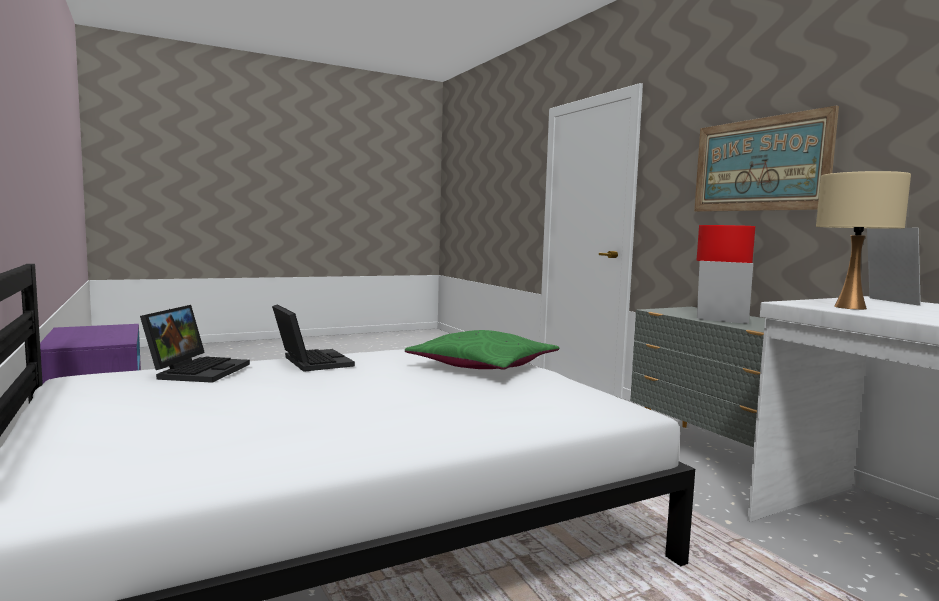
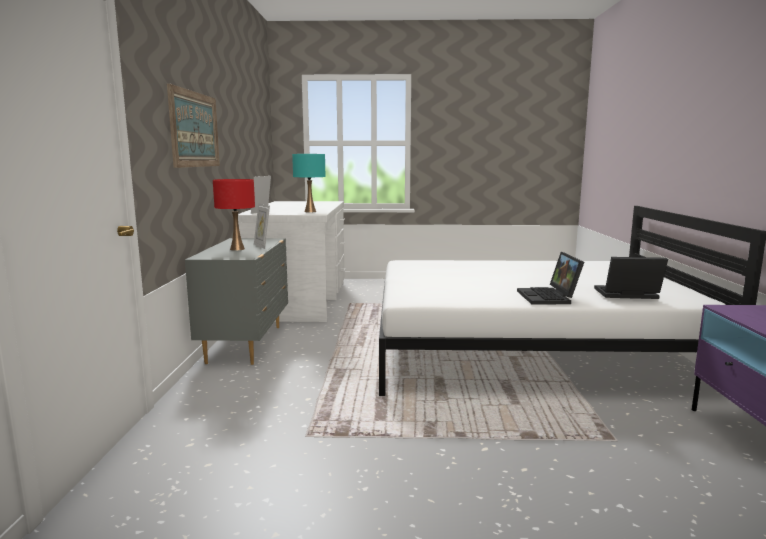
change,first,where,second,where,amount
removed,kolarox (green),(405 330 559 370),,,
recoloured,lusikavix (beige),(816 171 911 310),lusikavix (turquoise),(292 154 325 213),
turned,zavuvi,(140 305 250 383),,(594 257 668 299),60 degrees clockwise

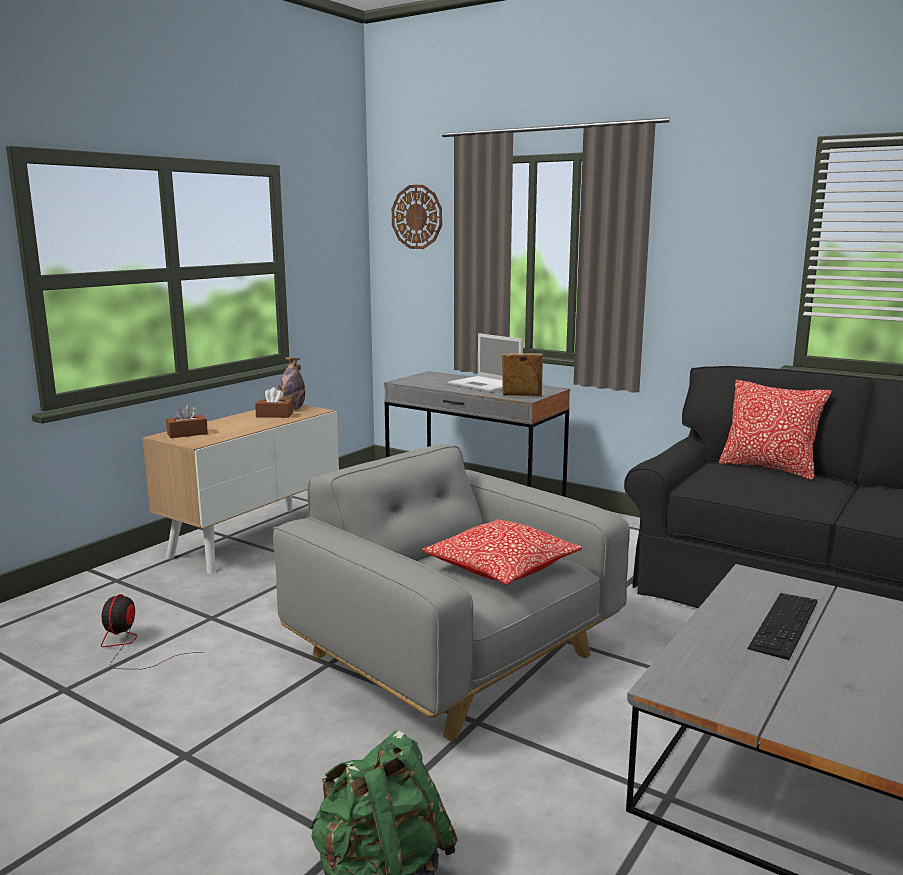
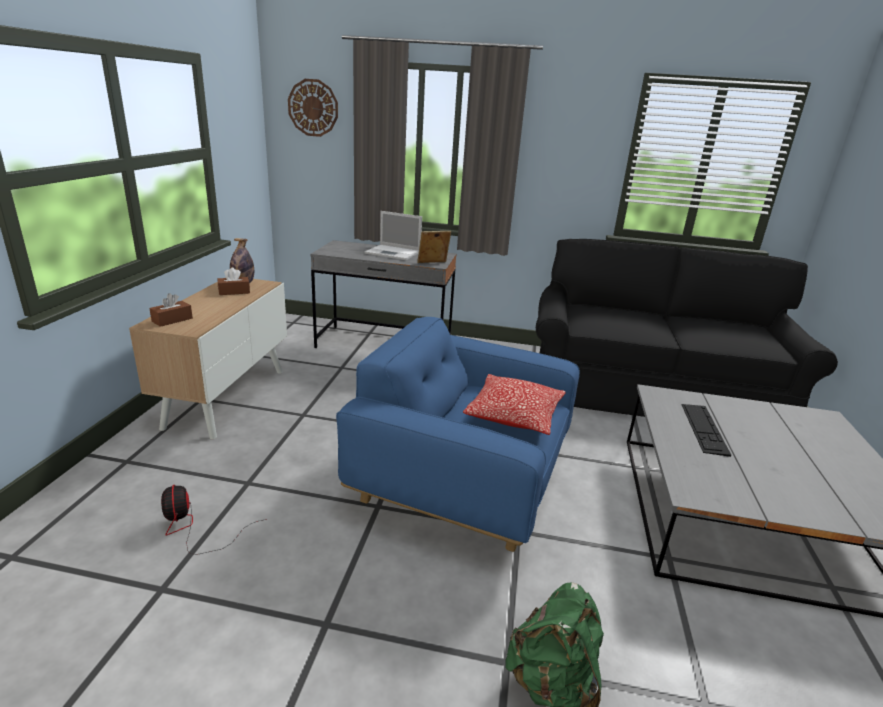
change,first,where,second,where,amount
removed,kolarox,(719 380 832 480),,,
recoloured,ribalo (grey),(273 444 630 741),ribalo (blue),(336 317 580 552),

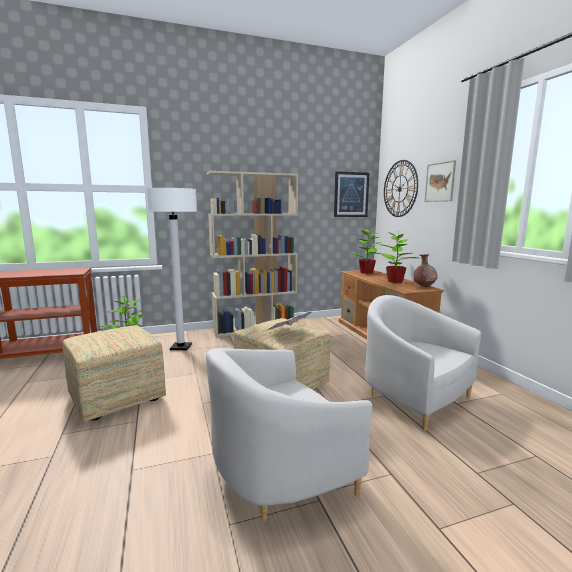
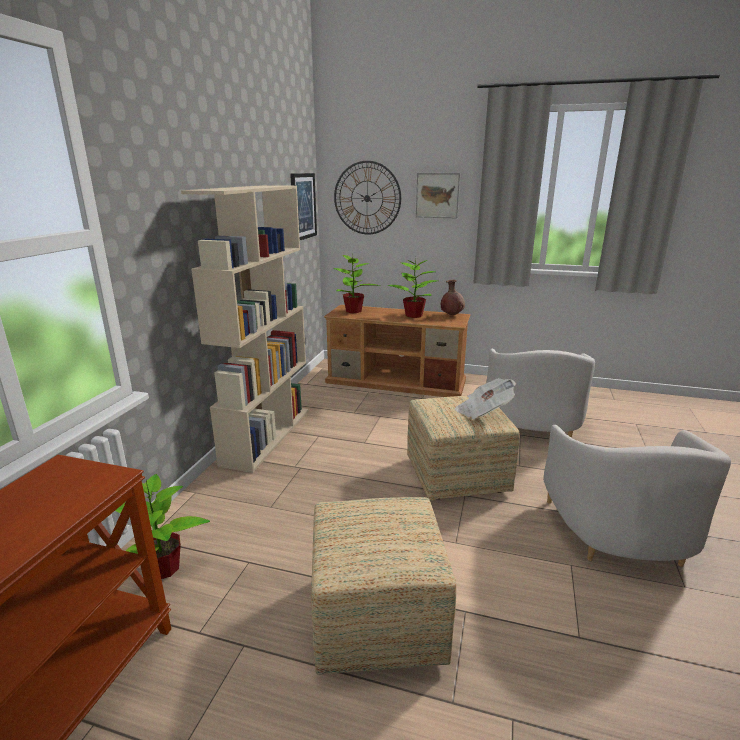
change,first,where,second,where,amount
removed,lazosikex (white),(146 188 197 350),,,
turned,ribalo (white),(365 295 481 431),,(486 349 595 438),75 degrees counterclockwise

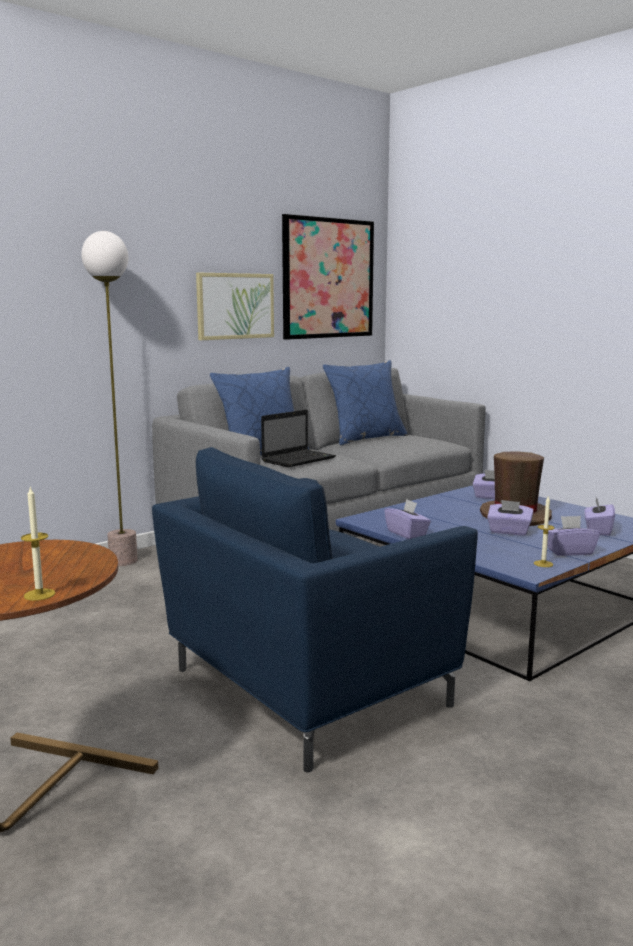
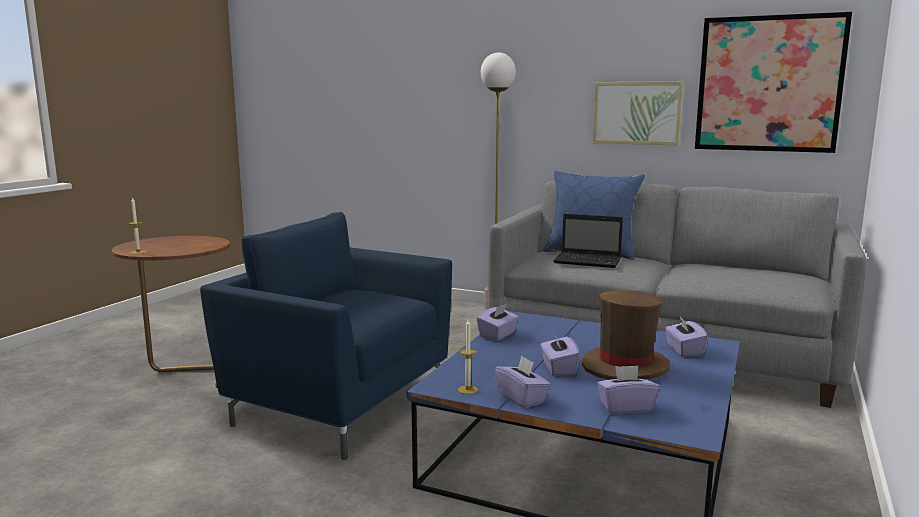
change,first,where,second,where,amount
removed,kolarox (blue),(323 360 408 445),,,

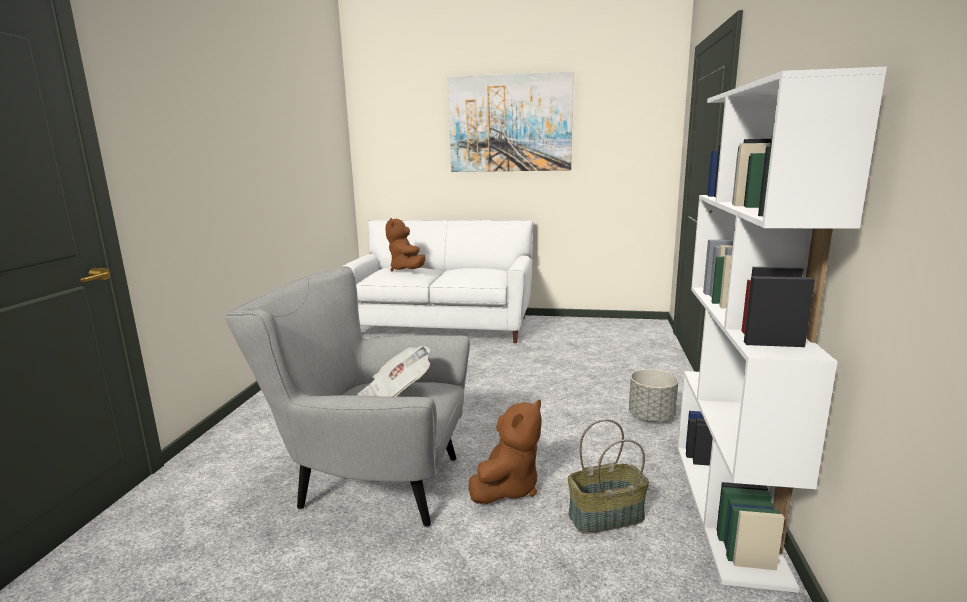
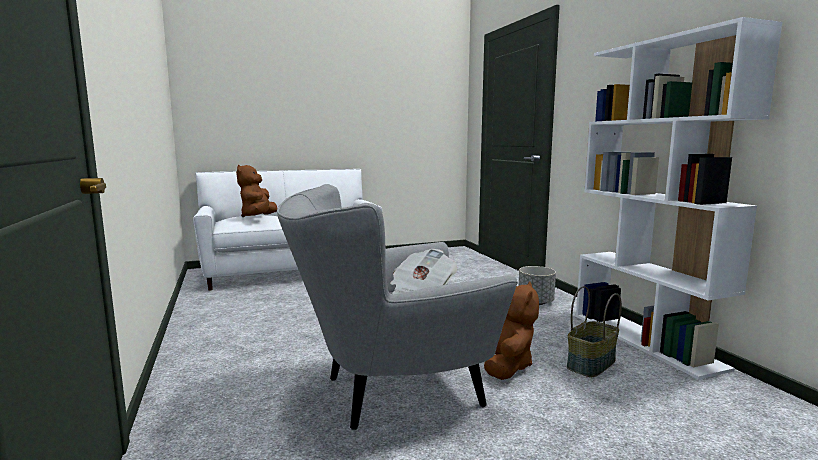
change,first,where,second,where,amount
removed,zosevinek,(448 71 573 172),,,
turned,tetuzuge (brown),(386 218 426 272),,(236 165 277 217),45 degrees clockwise

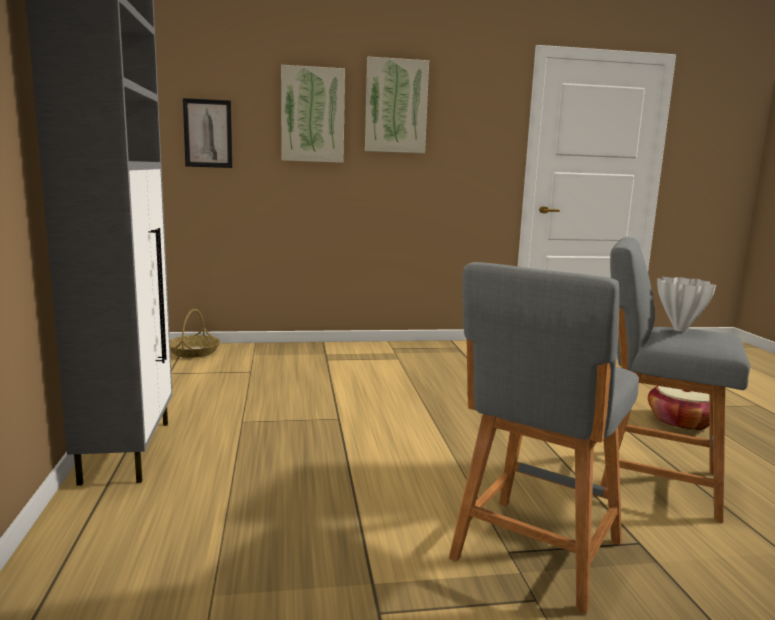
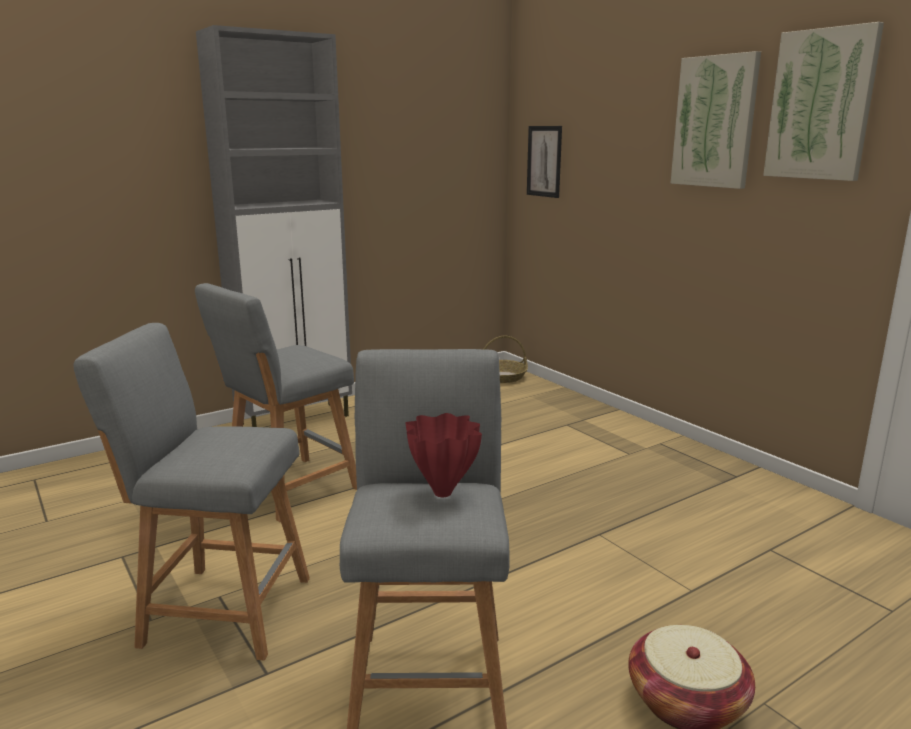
change,first,where,second,where,amount
added,,,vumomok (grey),(195 283 357 522),
moved,zosevinek,(281 65 345 163),,(763 22 884 181),
recoloured,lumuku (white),(657 277 716 332),lumuku (red),(406 413 482 497),

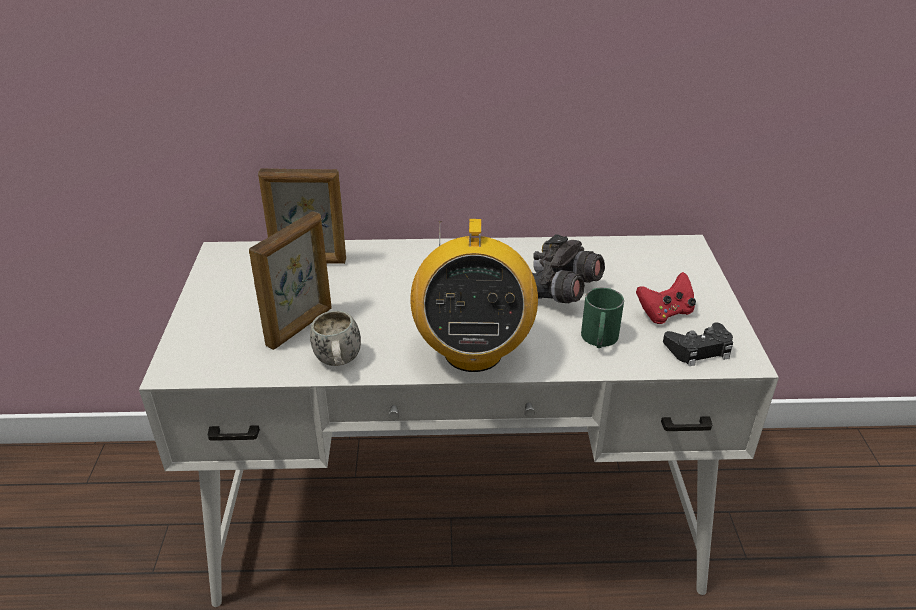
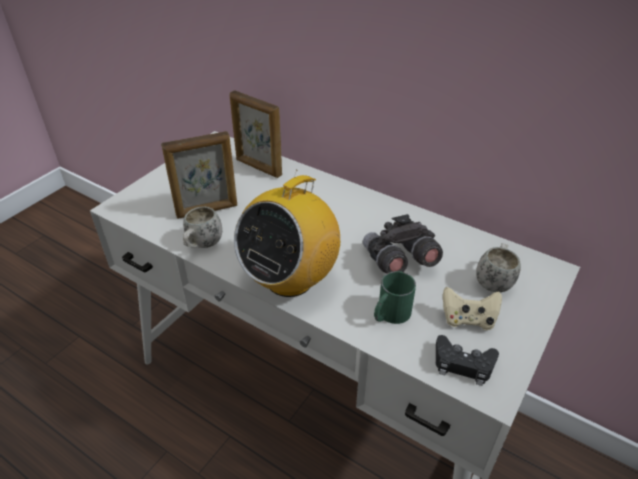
change,first,where,second,where,amount
added,,,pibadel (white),(476 243 521 292),
recoloured,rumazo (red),(636 272 696 324),rumazo (beige),(443 287 502 330),

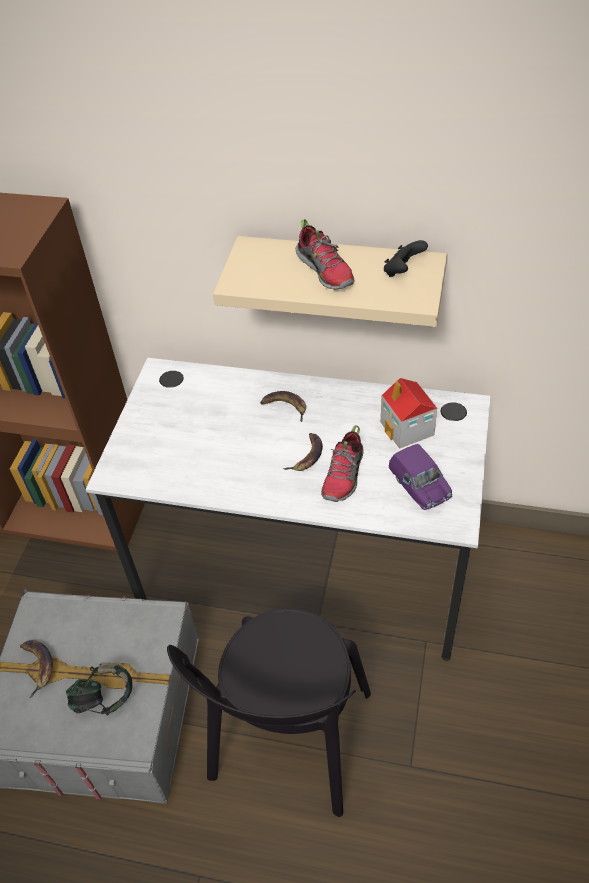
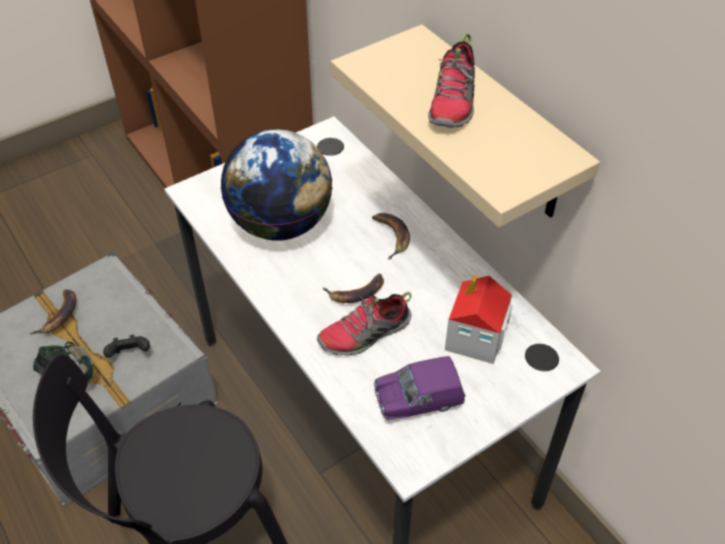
change,first,where,second,where,amount
added,,,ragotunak,(221 129 332 241),
moved,rumazo (black),(384 240 428 277),,(103 335 150 358),
turned,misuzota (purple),(389 444 452 510),,(374 356 465 420),60 degrees clockwise

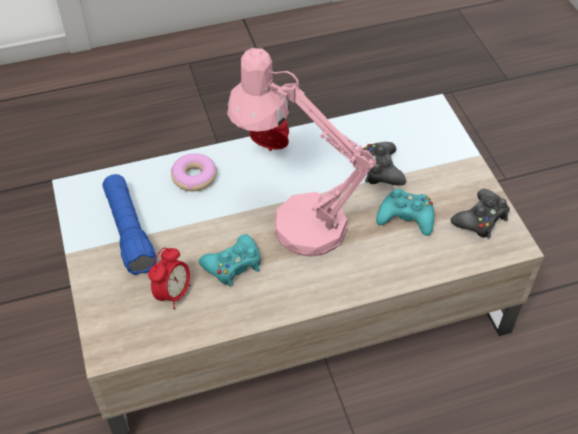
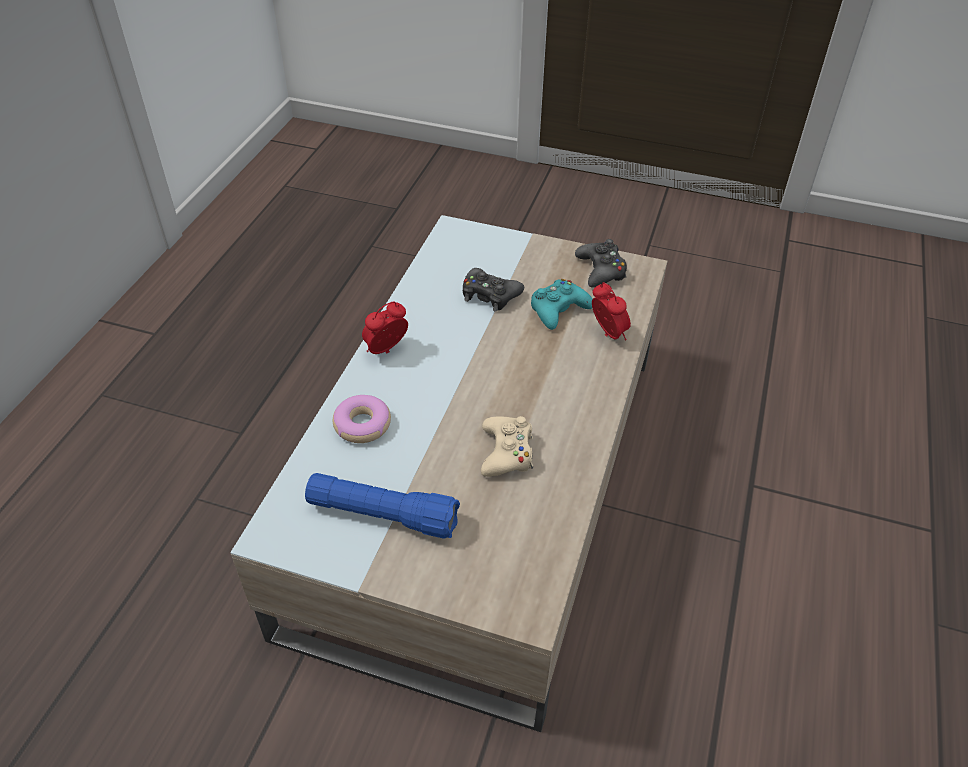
change,first,where,second,where,amount
removed,lusikavix (pink),(227 48 376 257),,,
moved,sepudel,(148 247 190 309),,(592 282 631 340),
recoloured,rumazo (turquoise),(199 234 261 287),rumazo (beige),(481 416 533 477),

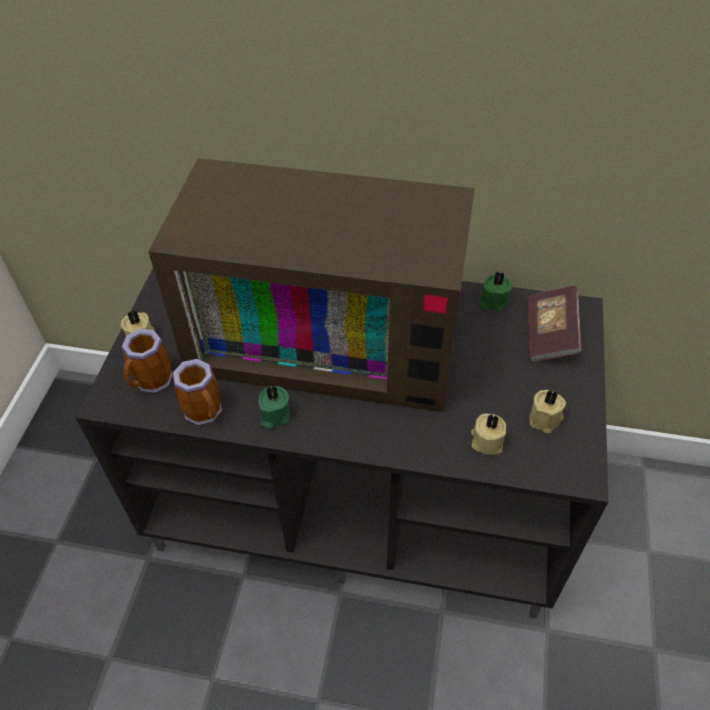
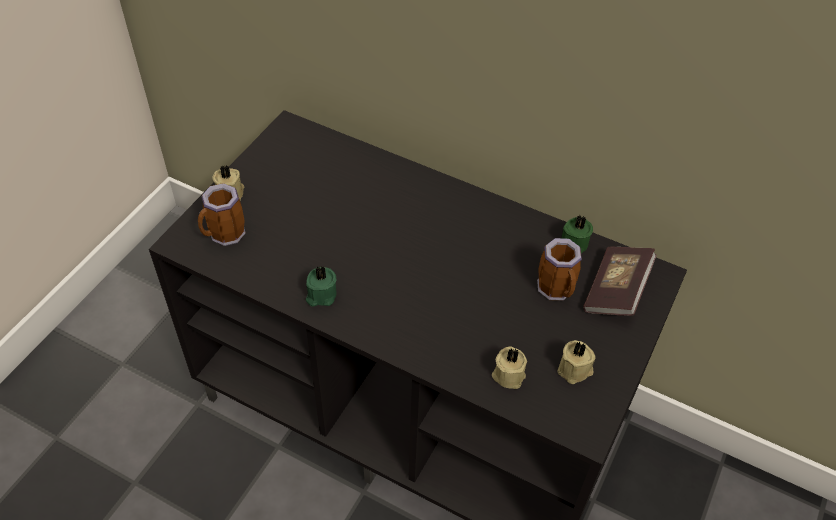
change,first,where,second,where,amount
removed,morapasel,(148 158 475 412),,,
moved,pibadel,(172 359 222 425),,(537 238 582 301),

